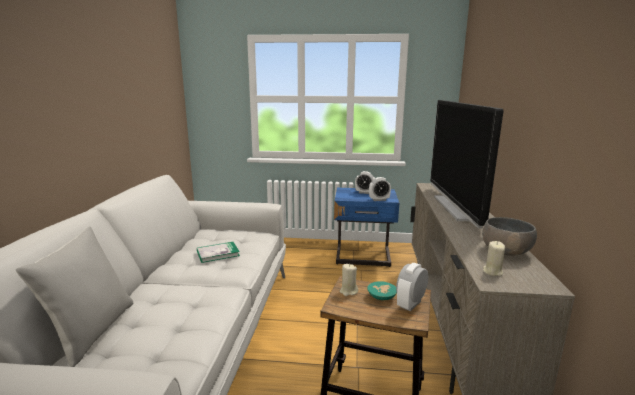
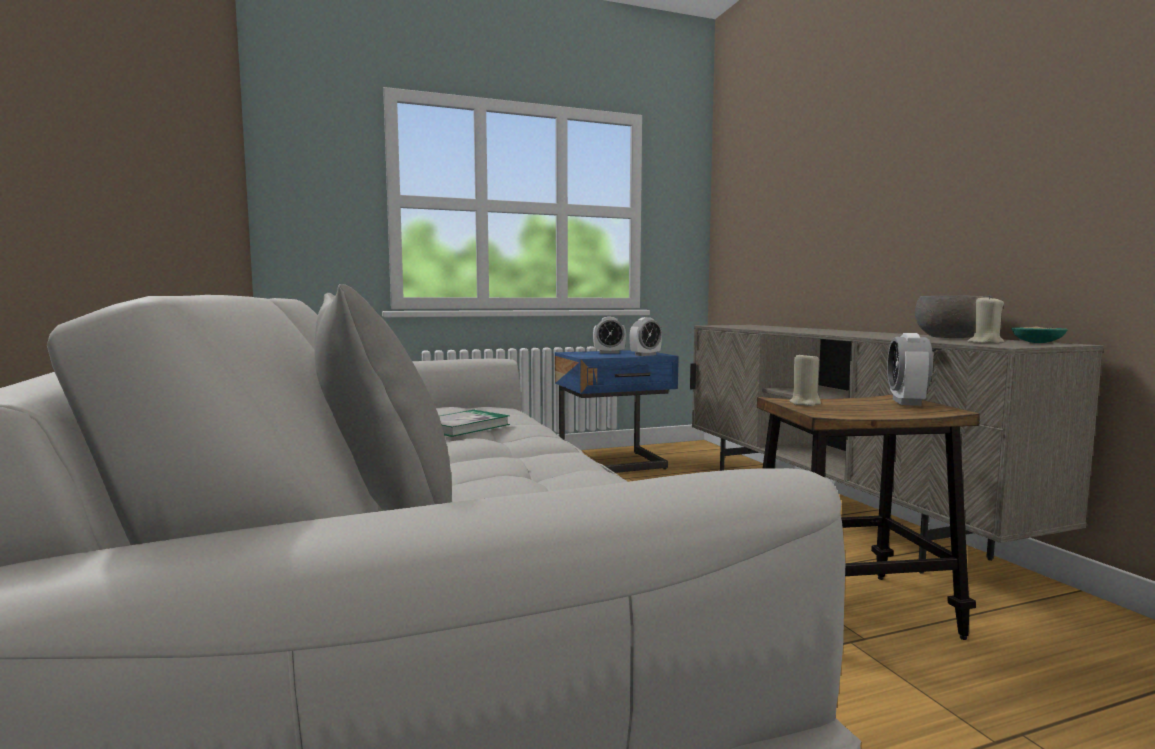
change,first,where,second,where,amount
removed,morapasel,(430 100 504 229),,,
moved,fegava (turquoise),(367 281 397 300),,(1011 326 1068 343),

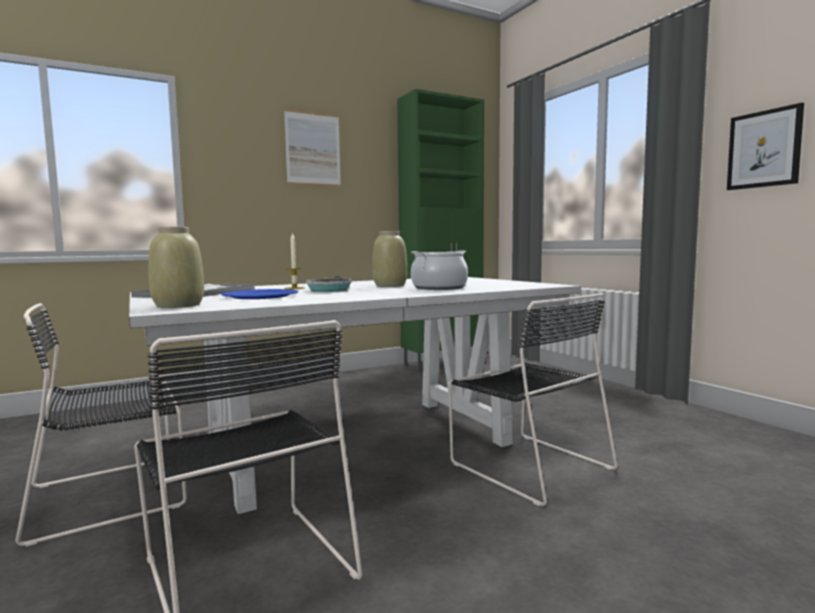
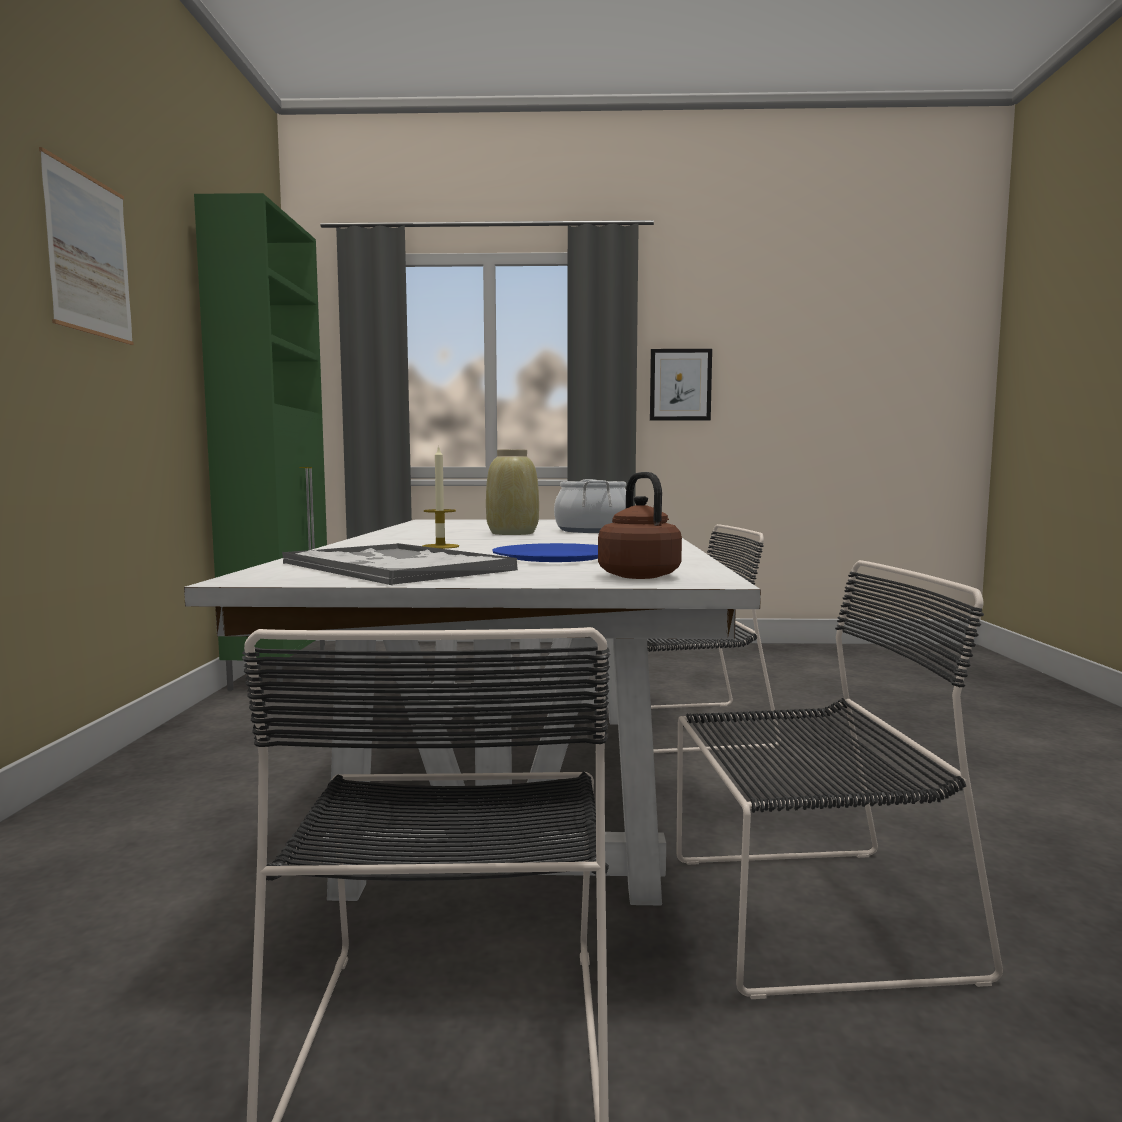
change,first,where,second,where,amount
removed,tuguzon,(306 276 352 292),,,
replaced,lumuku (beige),(148 227 204 308),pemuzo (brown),(598 472 682 579),

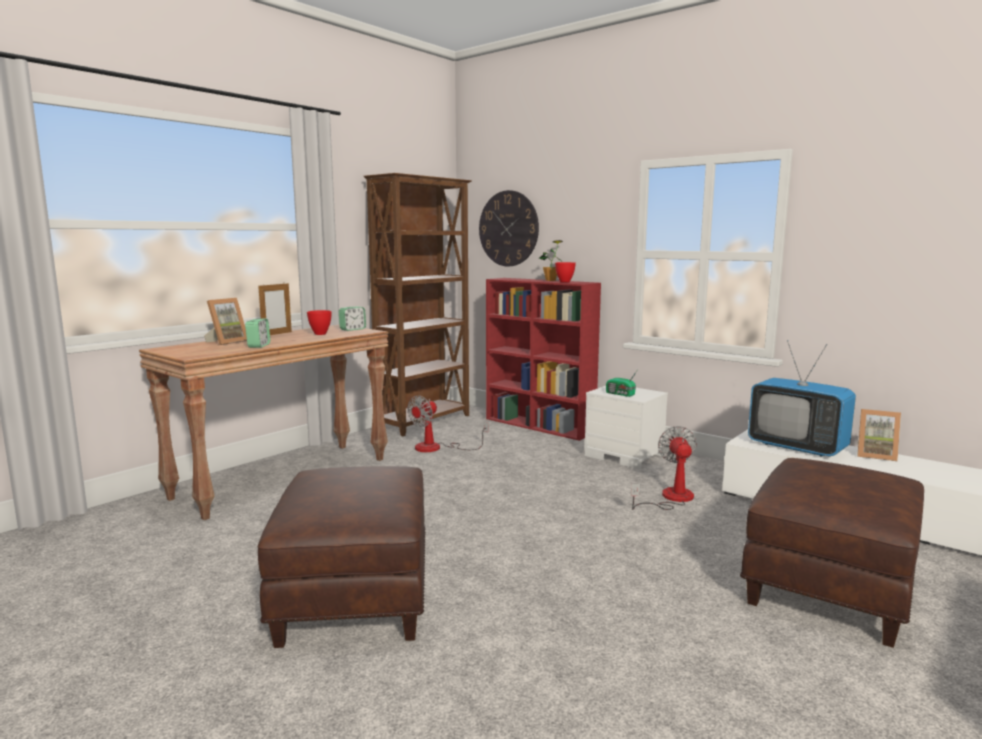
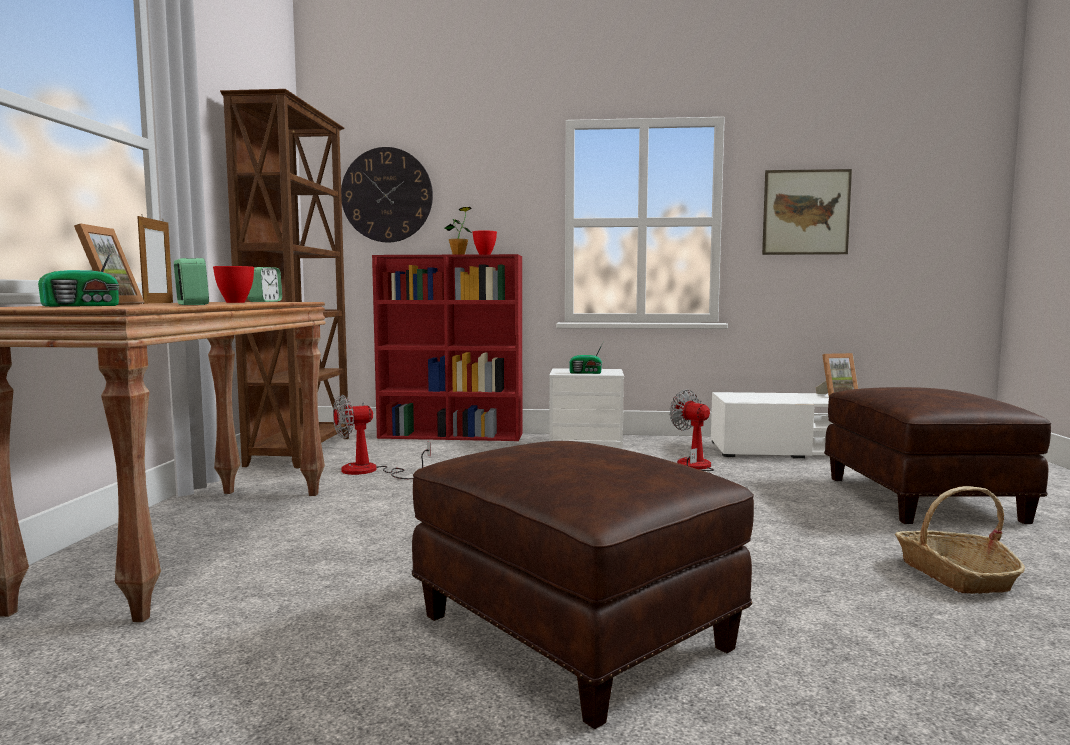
change,first,where,second,where,amount
removed,morapasel,(748 340 856 456),,,
added,,,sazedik,(38 244 120 307),
added,,,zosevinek,(762 169 852 255),
added,,,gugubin,(895 486 1025 594),
turned,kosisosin,(407 395 488 452),,(333 395 431 479),60 degrees clockwise

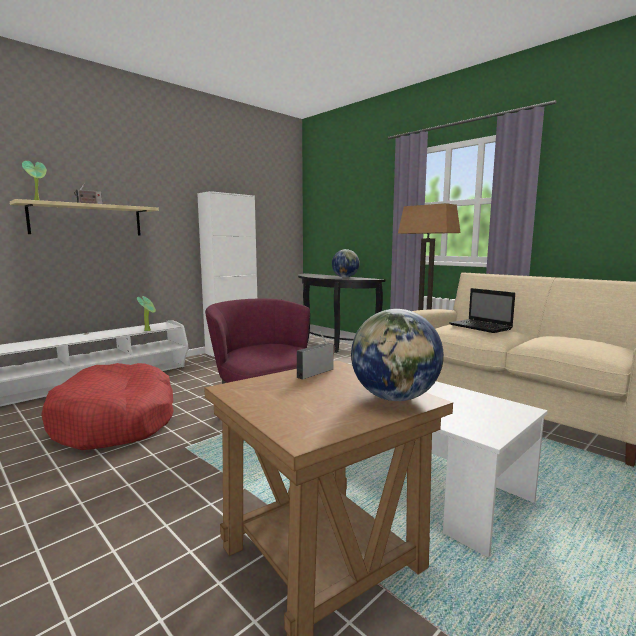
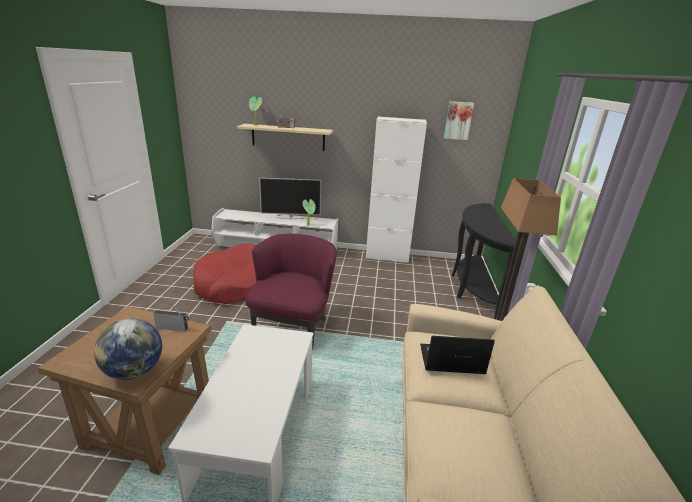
change,first,where,second,where,amount
removed,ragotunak,(332 249 360 278),,,
added,,,morapasel,(259 178 321 219),
added,,,zosevinek,(444 101 474 140),
turned,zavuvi,(449 288 515 333),,(420 336 495 374),75 degrees clockwise

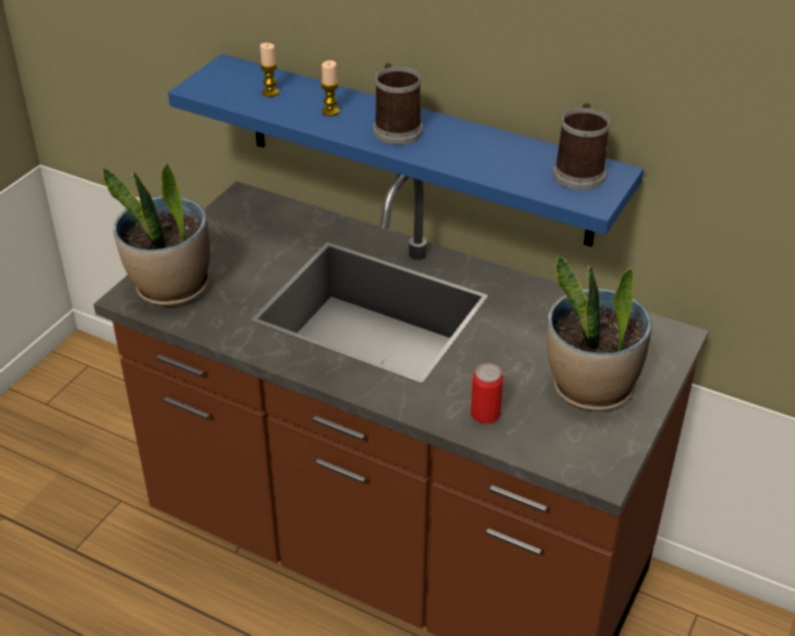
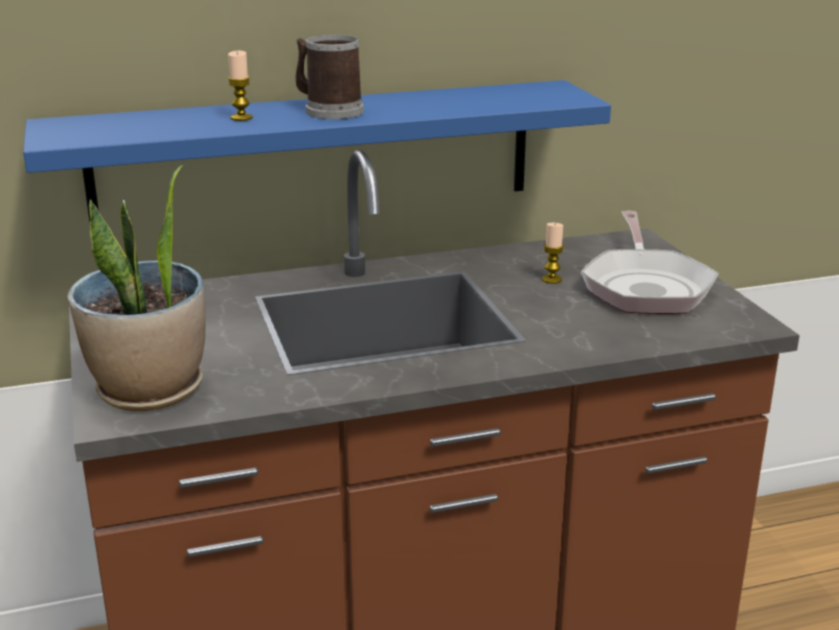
change,first,where,second,where,amount
removed,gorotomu,(471 363 503 424),,,
removed,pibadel,(553 103 611 190),,,
moved,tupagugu,(260 43 279 97),,(542 223 564 284),
replaced,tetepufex,(547 255 652 411),tuguzon,(581 211 719 314),

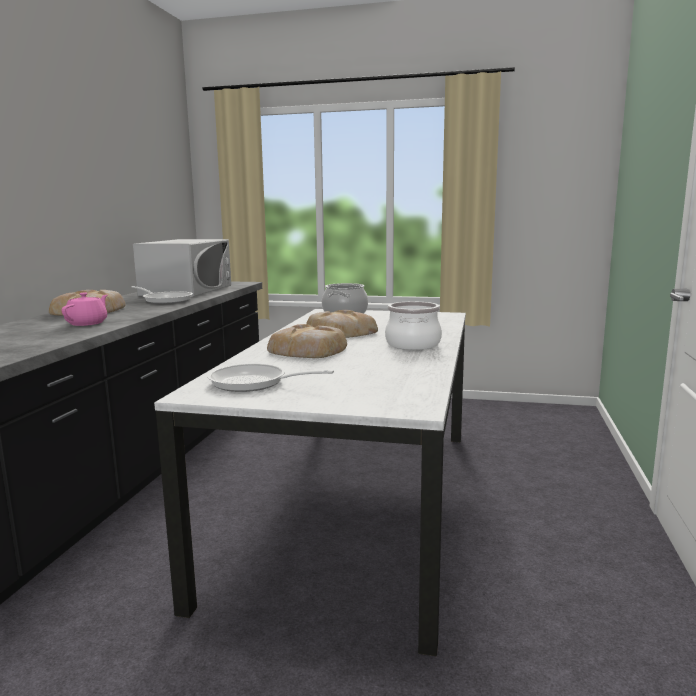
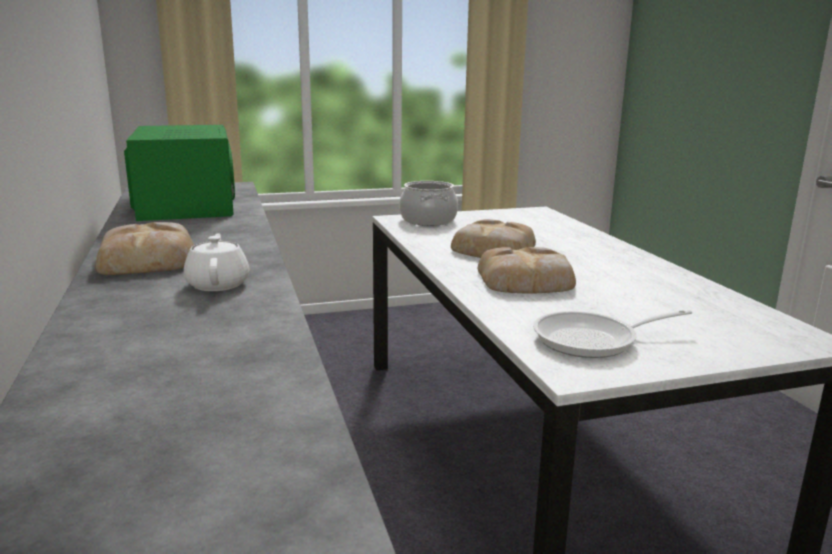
change,first,where,second,where,amount
removed,tuguzon,(131 286 193 304),,,
removed,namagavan,(385 302 442 350),,,
recoloured,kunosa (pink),(61 293 107 326),kunosa (white),(184 233 250 291),
recoloured,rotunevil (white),(133 239 231 297),rotunevil (green),(124 125 235 221),

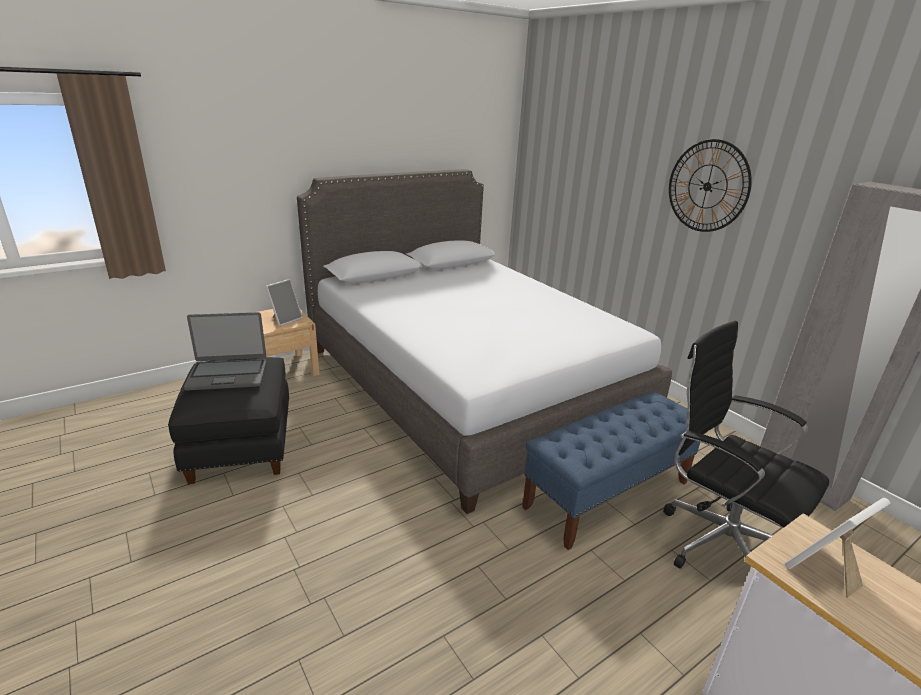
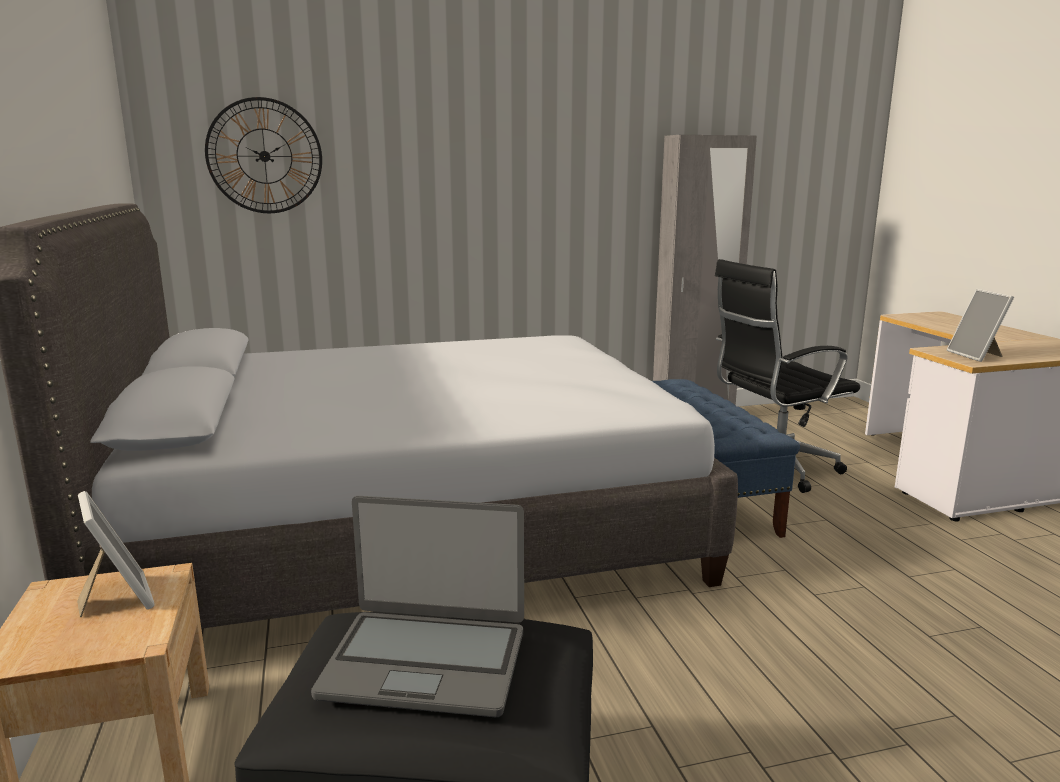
change,first,where,second,where,amount
moved,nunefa,(669 139 752 232),,(205 97 322 213),
turned,zavuvi,(184 312 267 391),,(311 496 524 717),90 degrees clockwise

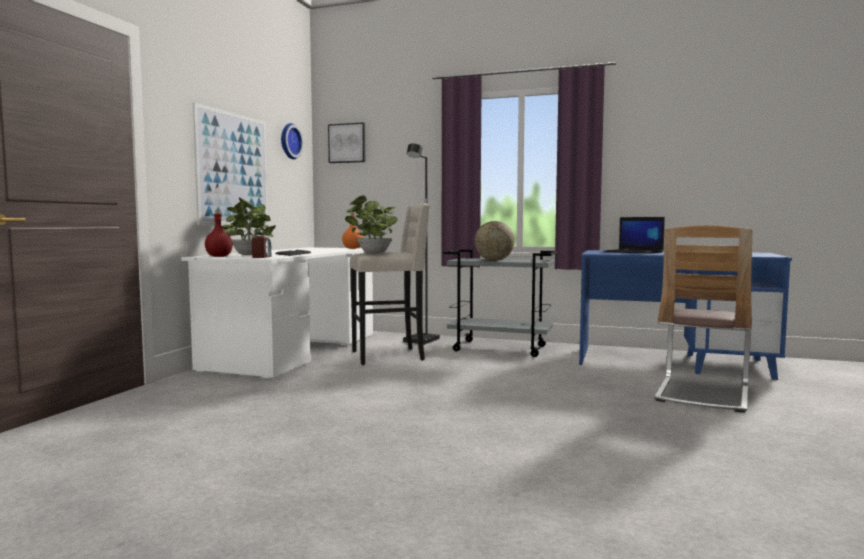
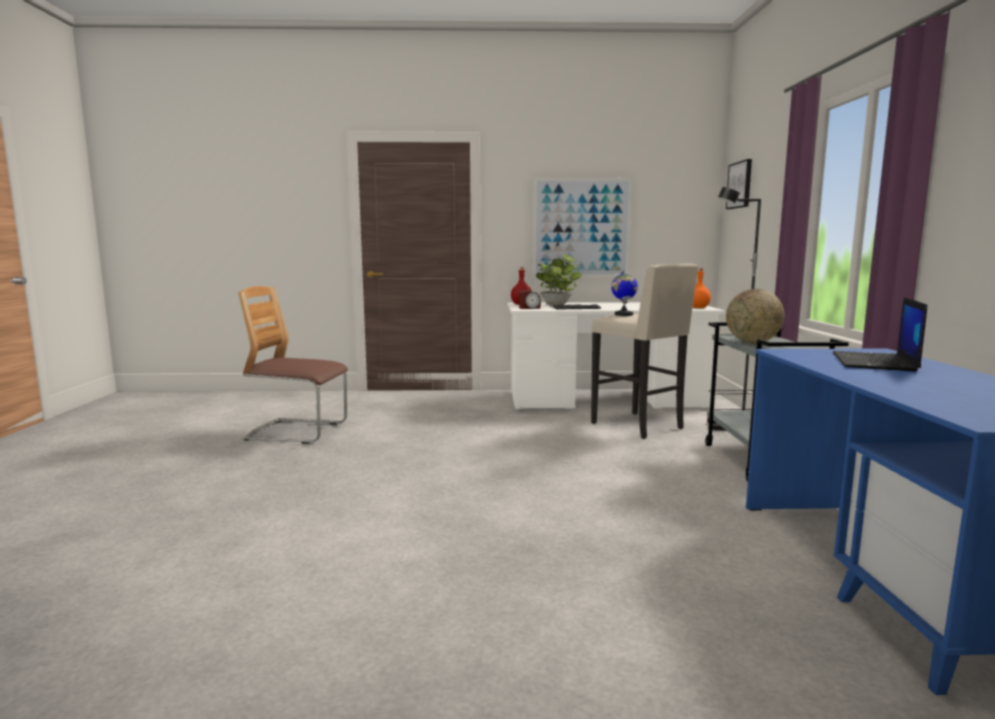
change,first,where,second,where,amount
removed,nunefa,(281 123 304 159),,,
moved,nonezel,(654 225 752 413),,(238 286 348 444),
replaced,tetepufex,(345 195 398 253),ragotunak,(611 270 638 316),

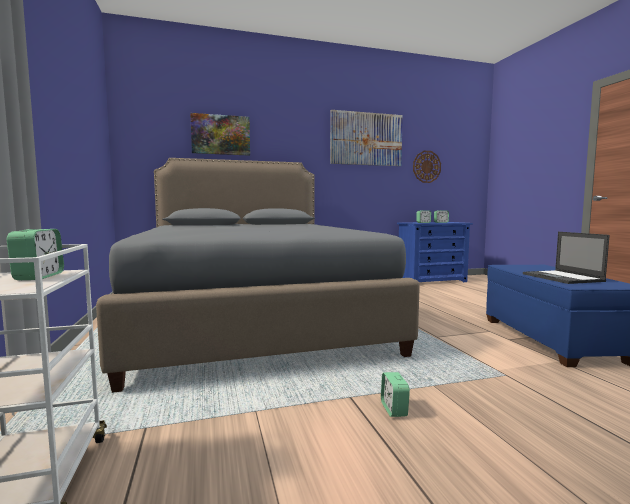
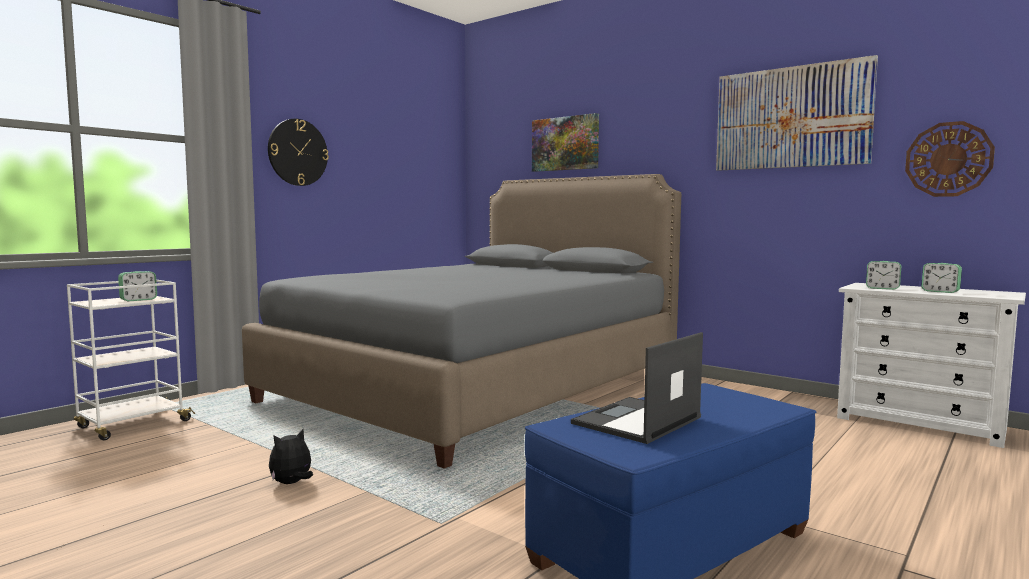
change,first,where,second,where,amount
added,,,nunefa,(268 119 329 186),
replaced,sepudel,(381 372 410 417),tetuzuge,(269 429 313 484),
recoloured,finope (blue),(397 222 473 282),finope (white),(837 283 1026 448),

